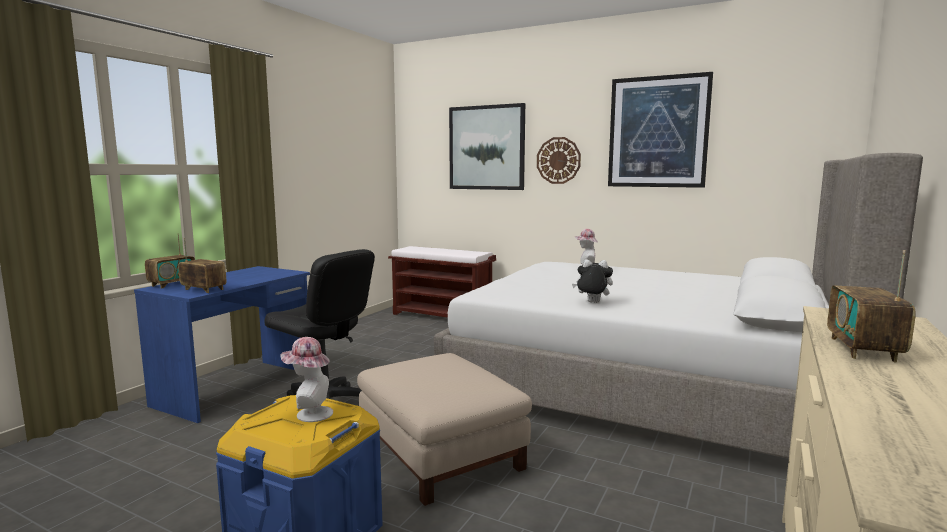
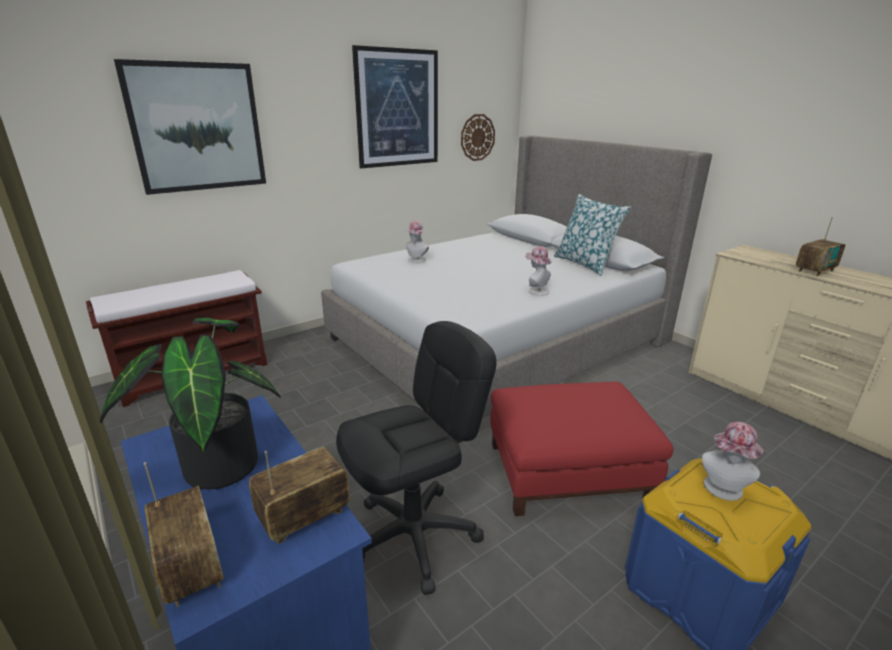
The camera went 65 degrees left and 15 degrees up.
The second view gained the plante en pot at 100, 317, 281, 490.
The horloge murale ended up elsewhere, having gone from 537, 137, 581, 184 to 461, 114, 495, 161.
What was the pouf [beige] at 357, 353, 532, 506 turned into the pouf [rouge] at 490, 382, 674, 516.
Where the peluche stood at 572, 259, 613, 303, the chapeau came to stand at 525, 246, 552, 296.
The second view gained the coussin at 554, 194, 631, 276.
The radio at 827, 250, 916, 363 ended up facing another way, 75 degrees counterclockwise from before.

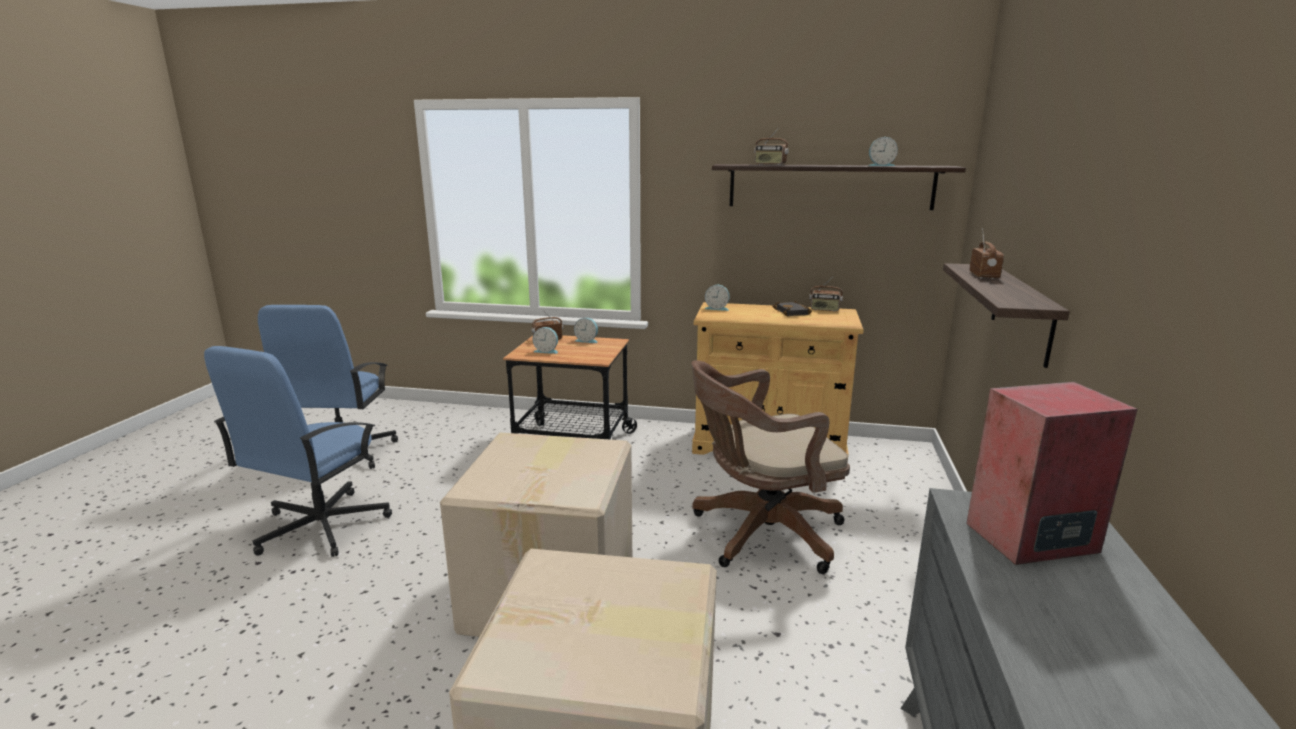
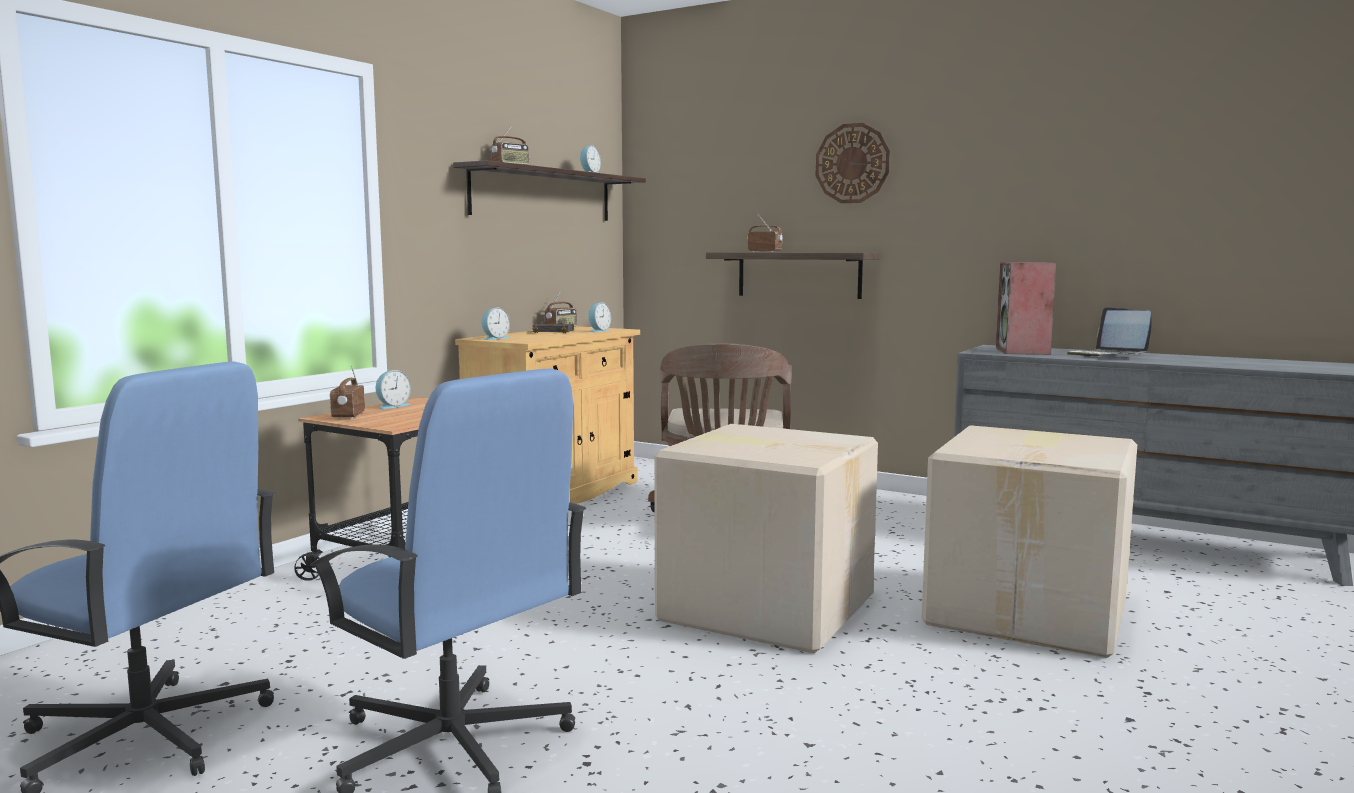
The camera went 70 degrees left and 10 degrees down.
The réveil ended up elsewhere, having gone from 533, 327, 558, 354 to 588, 302, 611, 332.
The second view gained the horloge murale at 815, 123, 890, 203.
The second view gained the ordinateur portable at 1067, 307, 1152, 357.

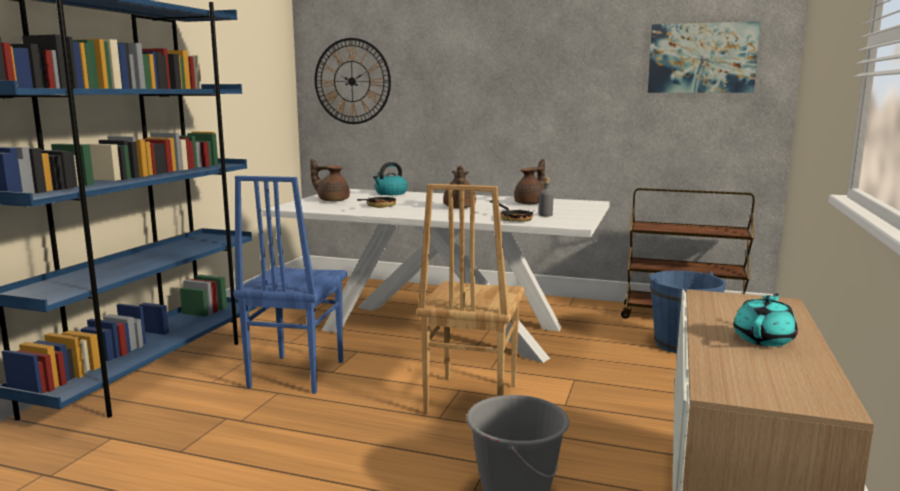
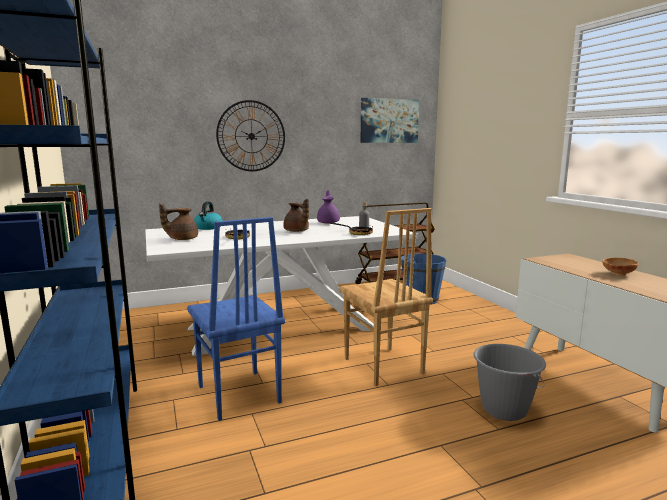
The camera went 40 degrees left and 0 degrees up.
The horloge murale ended up elsewhere, having gone from 315, 38, 391, 124 to 216, 100, 285, 171.
What was the théière [marron] at 514, 159, 545, 204 turned into the théière [violet] at 317, 190, 340, 223.
Where the théière [turquoise] stood at 733, 293, 798, 346, the bol [marron] came to stand at 602, 258, 638, 276.

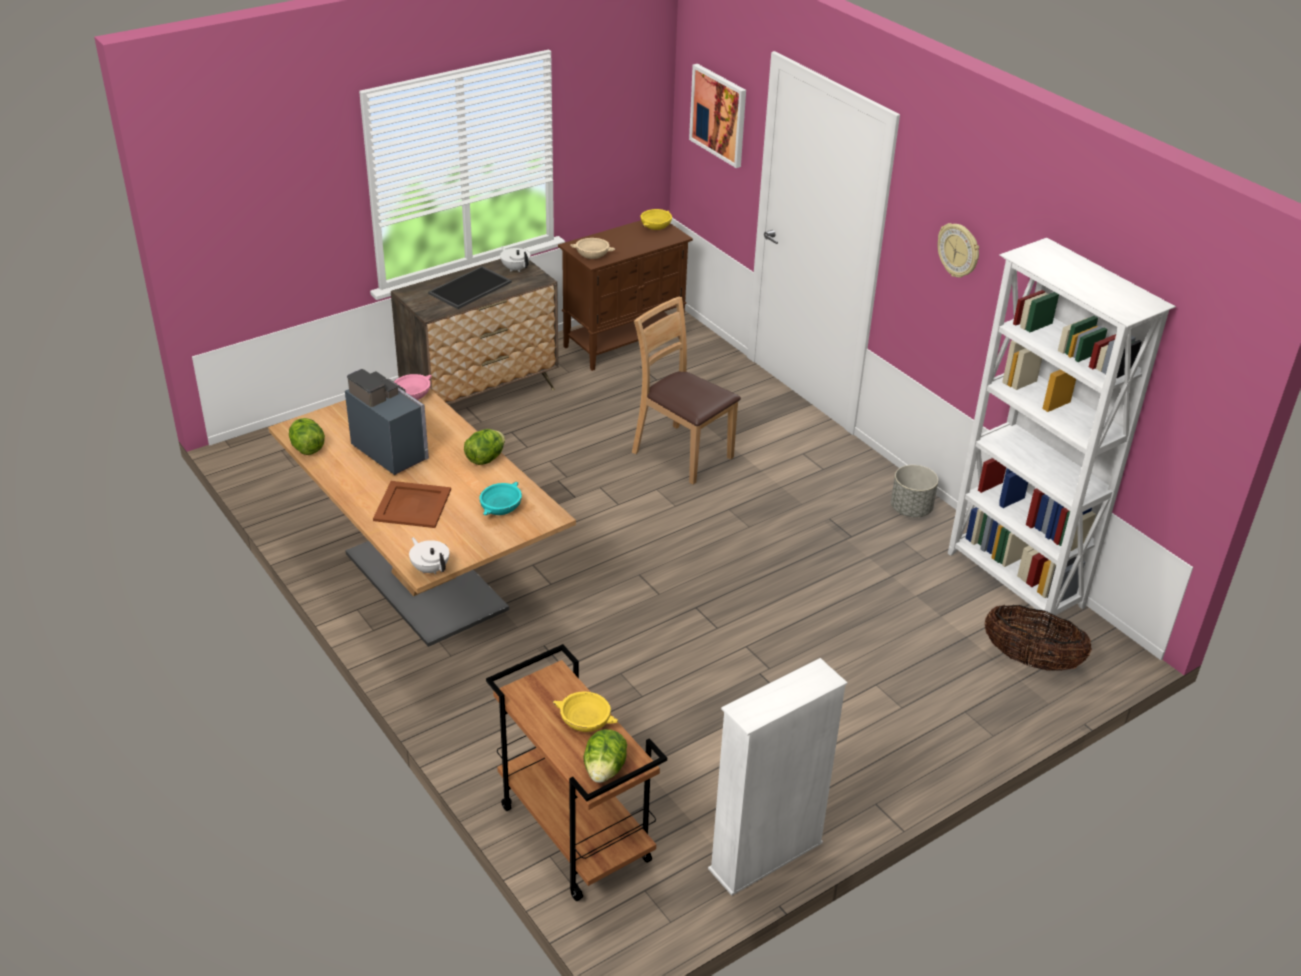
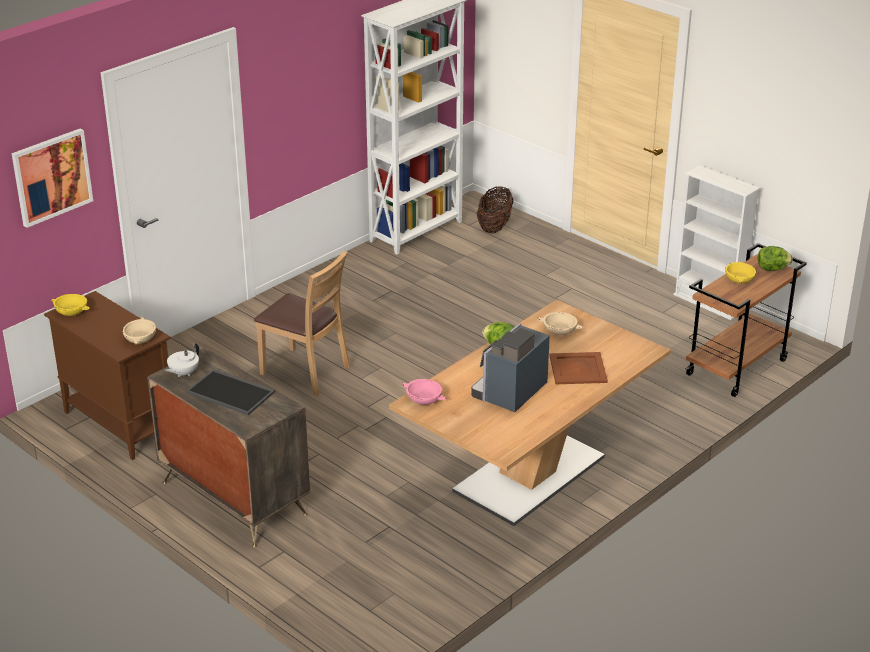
The camera went 100 degrees left and 5 degrees down.
The chaise [marron] at 632, 297, 741, 485 ended up facing another way, 90 degrees counterclockwise from before.
What was the bol [turquoise] at 480, 482, 522, 515 turned into the bol [beige] at 537, 312, 583, 335.
The second view lost the laitue at 289, 418, 325, 455.
The second view lost the théière [blanc] at 409, 537, 449, 574.
The second view lost the cache-pot [gris] at 891, 465, 938, 517.
The second view lost the horloge murale at 937, 223, 979, 278.

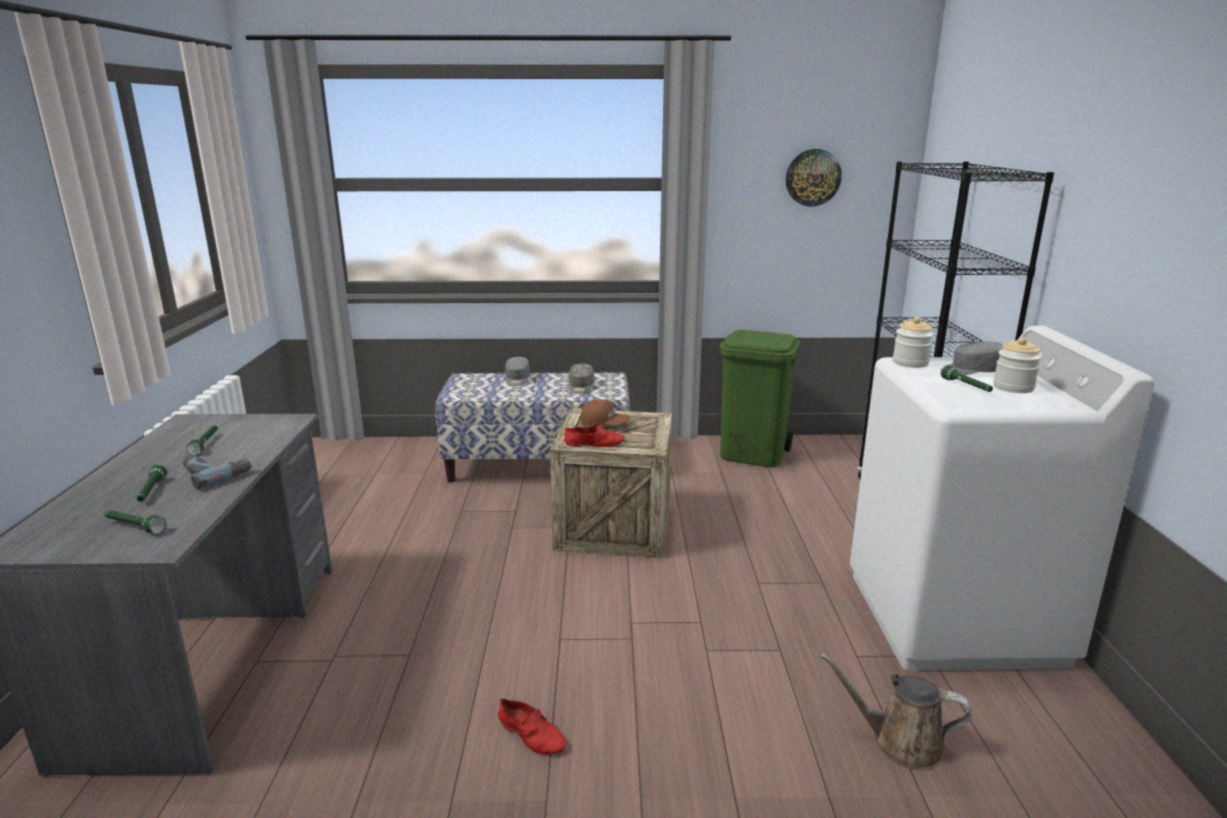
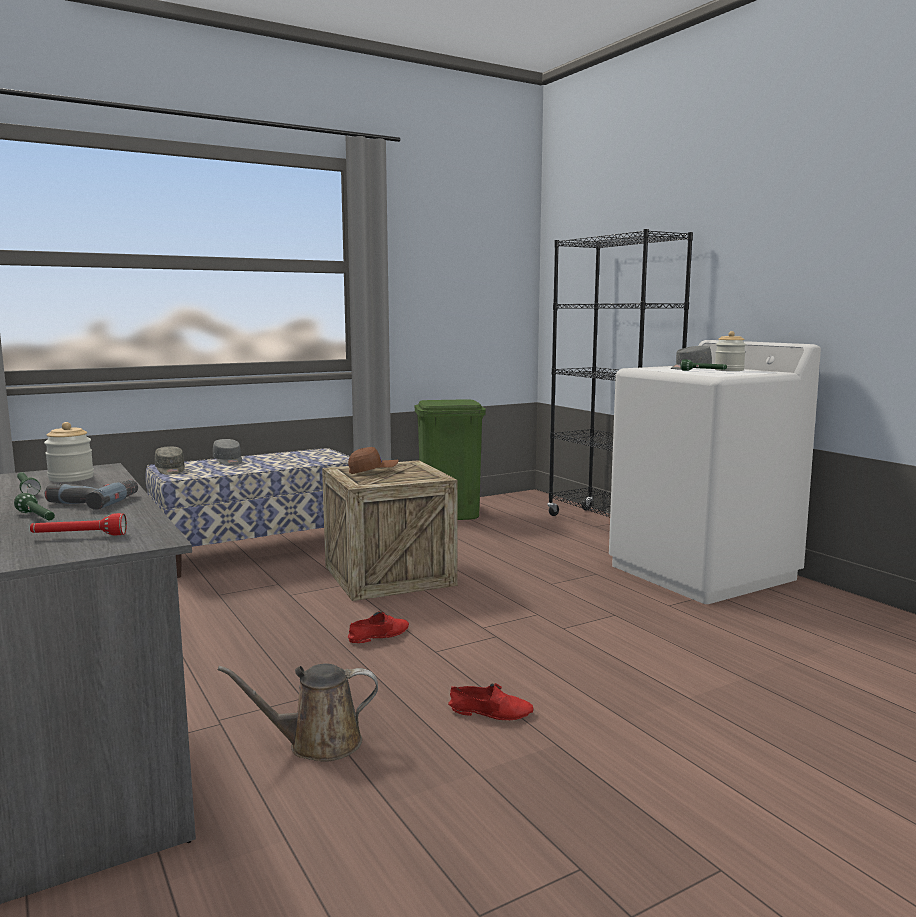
The camera went 30 degrees left and 10 degrees down.
What was the lampe de poche [vert] at 104, 510, 166, 534 turned into the lampe de poche [rouge] at 30, 513, 127, 535.
The bocal ended up elsewhere, having gone from 893, 317, 934, 368 to 44, 422, 94, 482.
The casquette [gris] ended up elsewhere, having gone from 569, 364, 594, 393 to 155, 446, 185, 474.
The arrosoir [marron] ended up elsewhere, having gone from 820, 653, 971, 770 to 218, 664, 378, 762.
The chaussure [rouge] ended up elsewhere, having gone from 563, 423, 625, 447 to 348, 611, 409, 643.
The second view lost the horloge murale at 786, 149, 842, 206.

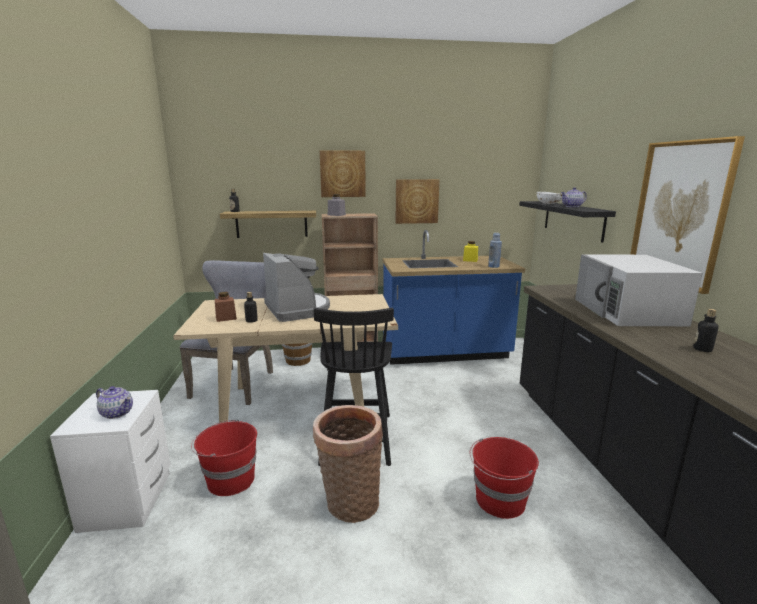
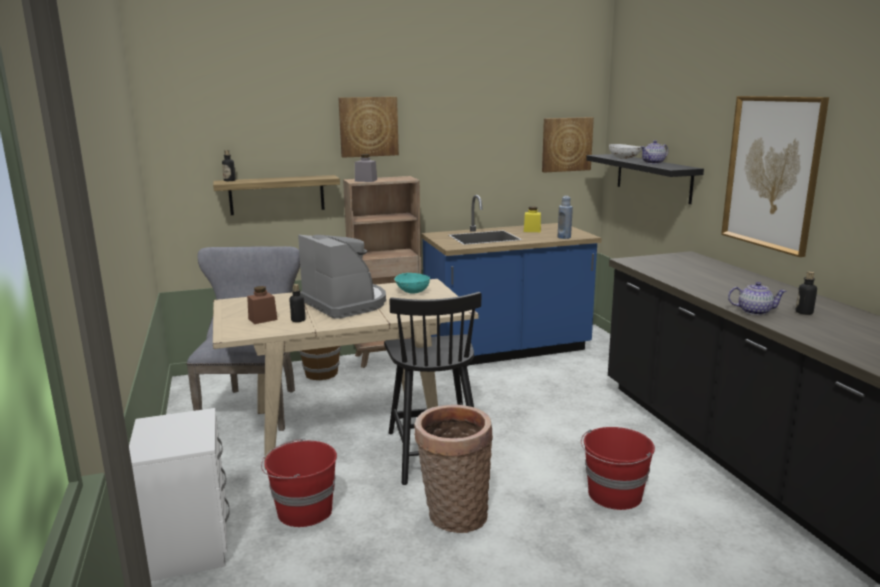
The camera went 10 degrees left and 0 degrees up.
The second view gained the bol [turquoise] at 394, 273, 430, 294.
The tableau ended up elsewhere, having gone from 395, 179, 440, 224 to 542, 117, 594, 173.
The théière ended up elsewhere, having gone from 96, 386, 133, 419 to 728, 282, 787, 315.
The second view lost the micro-ondes [blanc] at 575, 254, 703, 326.

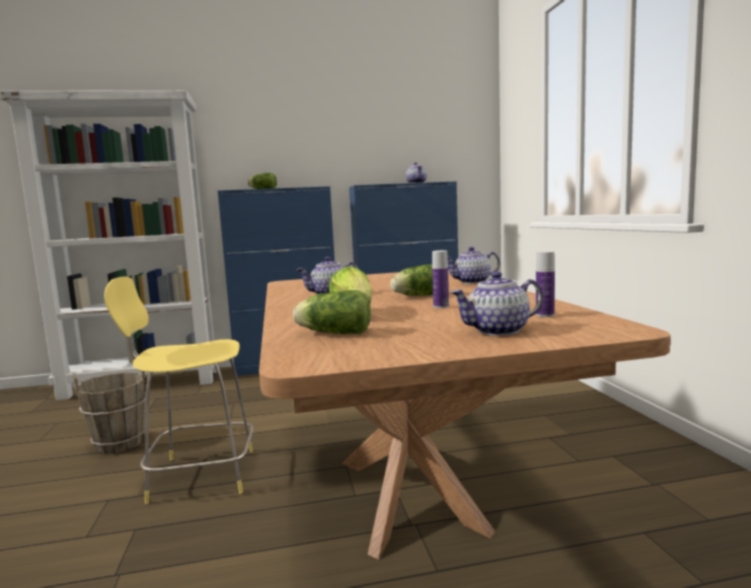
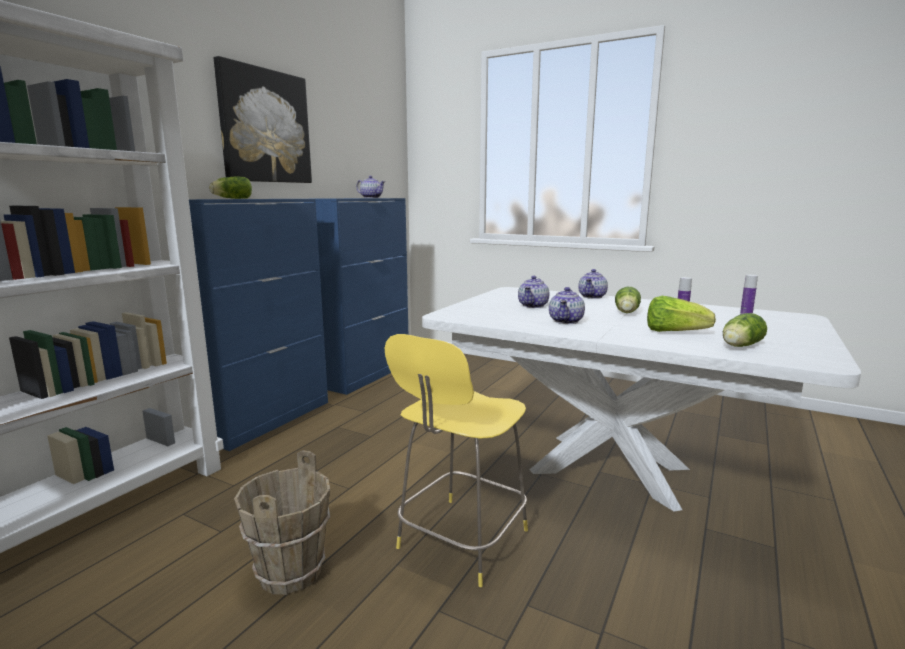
The camera went 50 degrees left and 5 degrees up.
The second view gained the tableau at 214, 56, 312, 183.
What was the table à manger [marron] at 259, 269, 671, 560 turned into the table à manger [blanc] at 422, 287, 861, 511.
The théière ended up elsewhere, having gone from 450, 272, 543, 336 to 518, 276, 549, 308.

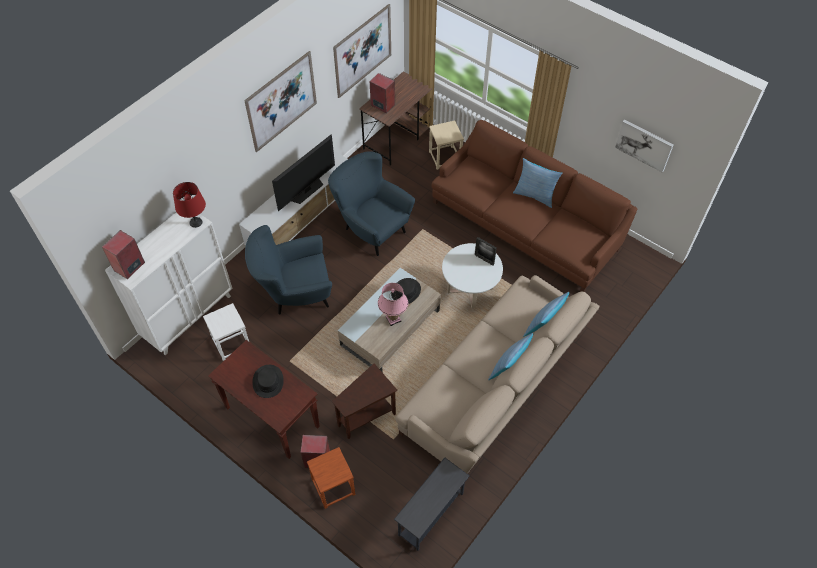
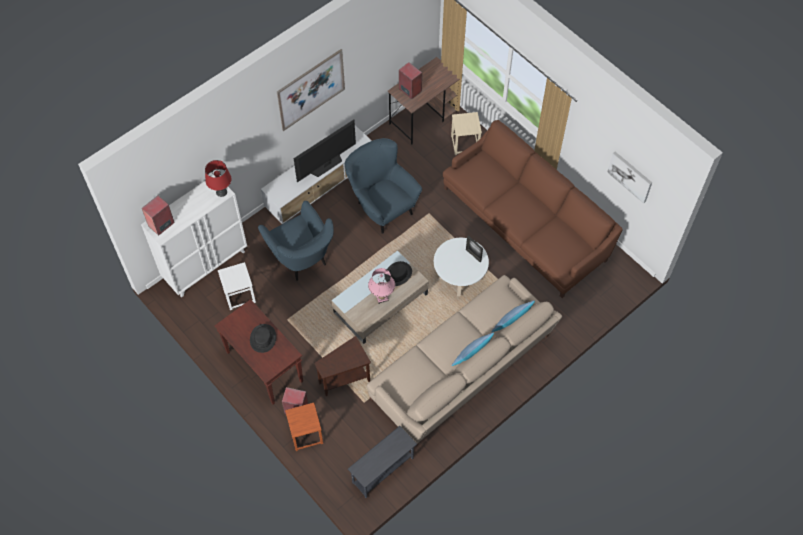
The camera went 10 degrees right and 5 degrees up.
The fauteuil [bleu] at 245, 225, 332, 315 ended up facing another way, 120 degrees counterclockwise from before.
The second view lost the tableau at 333, 4, 391, 98.
The second view lost the coussin at 513, 158, 563, 208.

